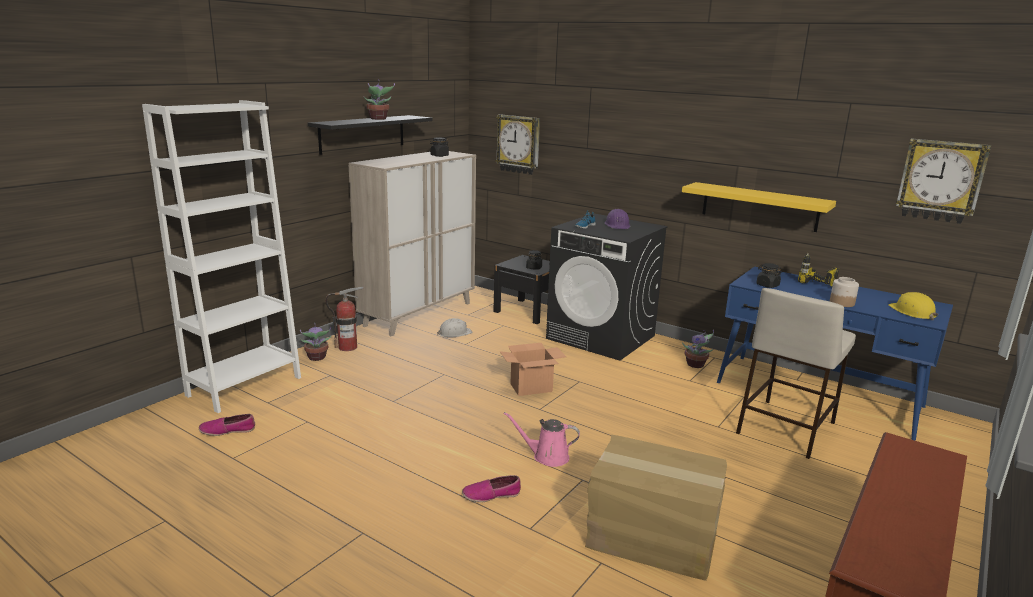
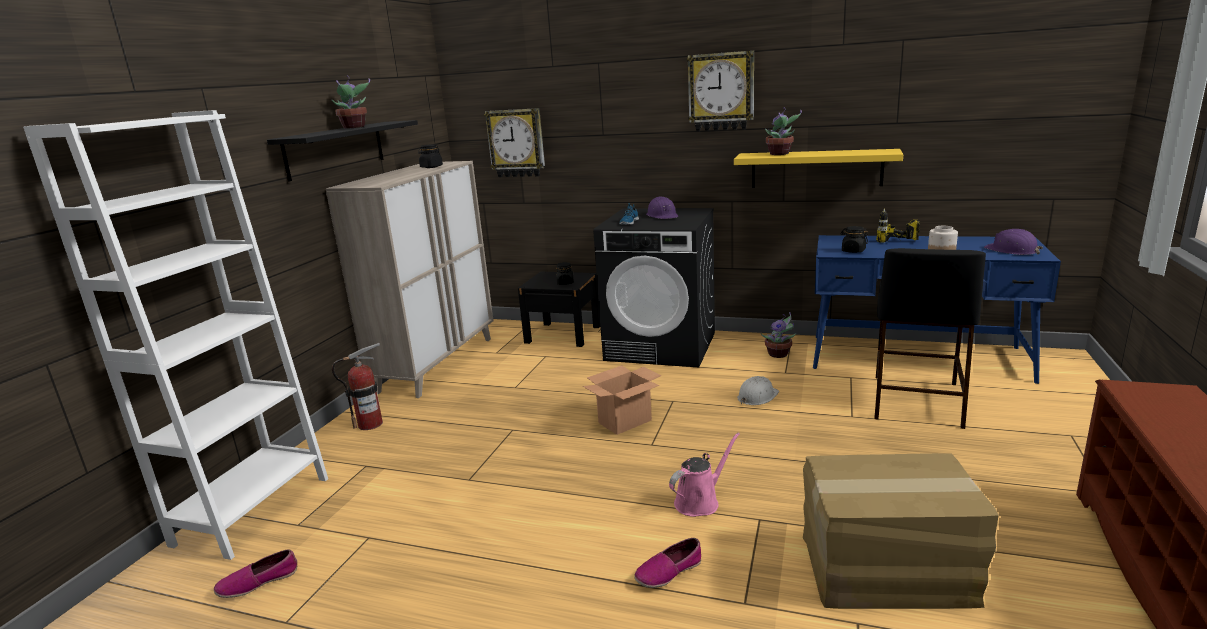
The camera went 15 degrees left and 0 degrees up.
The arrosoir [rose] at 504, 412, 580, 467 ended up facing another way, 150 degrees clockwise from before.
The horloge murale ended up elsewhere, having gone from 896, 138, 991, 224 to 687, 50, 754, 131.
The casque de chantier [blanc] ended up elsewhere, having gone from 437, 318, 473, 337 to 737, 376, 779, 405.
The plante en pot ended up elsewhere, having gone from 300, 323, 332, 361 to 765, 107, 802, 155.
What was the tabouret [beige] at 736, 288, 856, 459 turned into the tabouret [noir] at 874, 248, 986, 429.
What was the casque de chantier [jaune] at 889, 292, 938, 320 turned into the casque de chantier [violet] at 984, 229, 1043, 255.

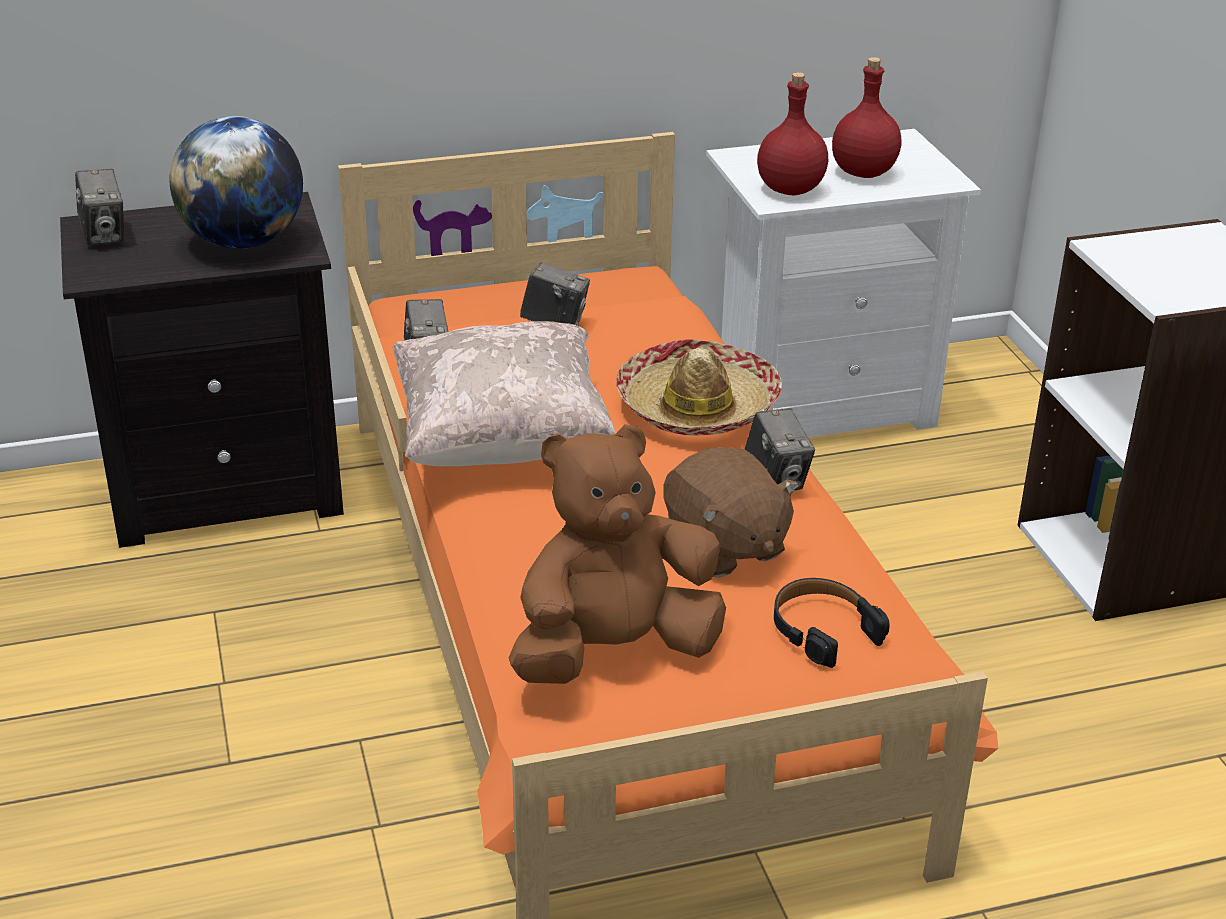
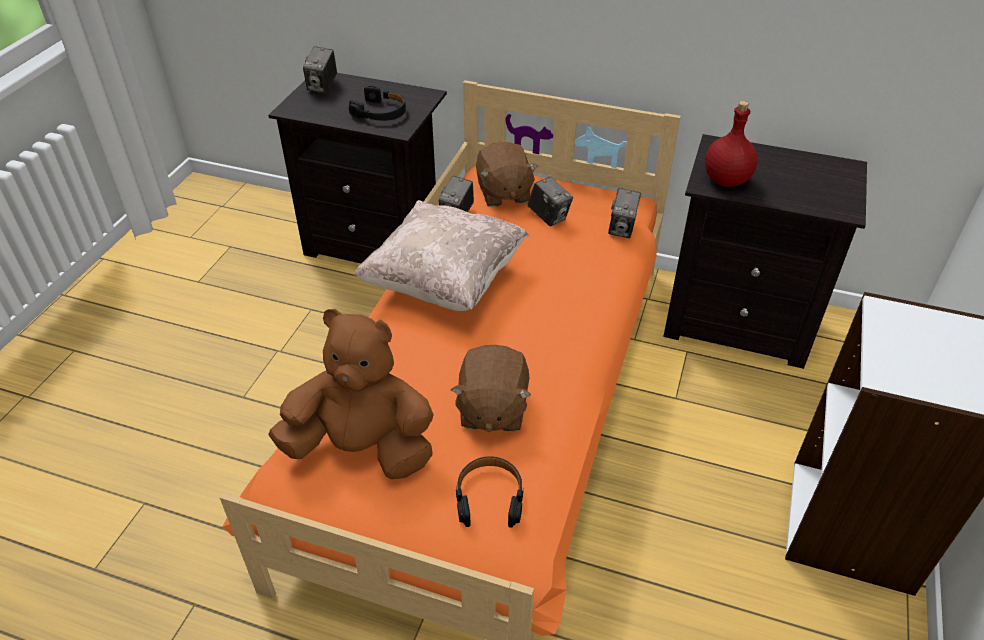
The camera went 35 degrees right and 10 degrees up.
Where the globe stood at 170, 116, 303, 249, the casque audio [noir] came to stand at 349, 86, 406, 121.
The second view gained the peluche [marron] at 476, 142, 538, 207.
The appareil photo ended up elsewhere, having gone from 745, 408, 815, 491 to 608, 188, 641, 238.
What was the table de chevet [blanc] at 706, 129, 981, 437 turned into the table de chevet [noir] at 663, 134, 867, 369.
The second view lost the chapeau at 616, 339, 782, 435.
The second view lost the bouteille [rouge] at 832, 57, 901, 178.

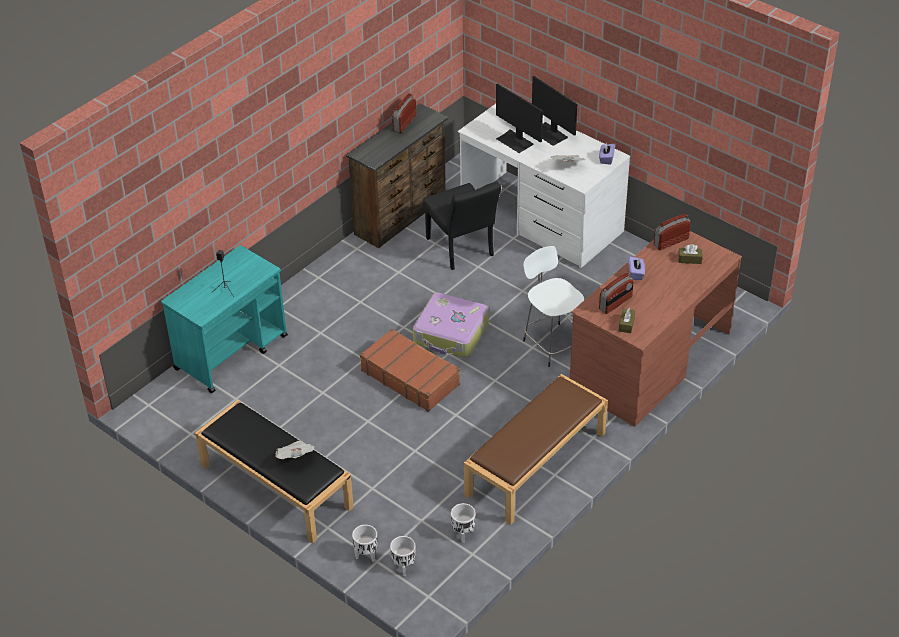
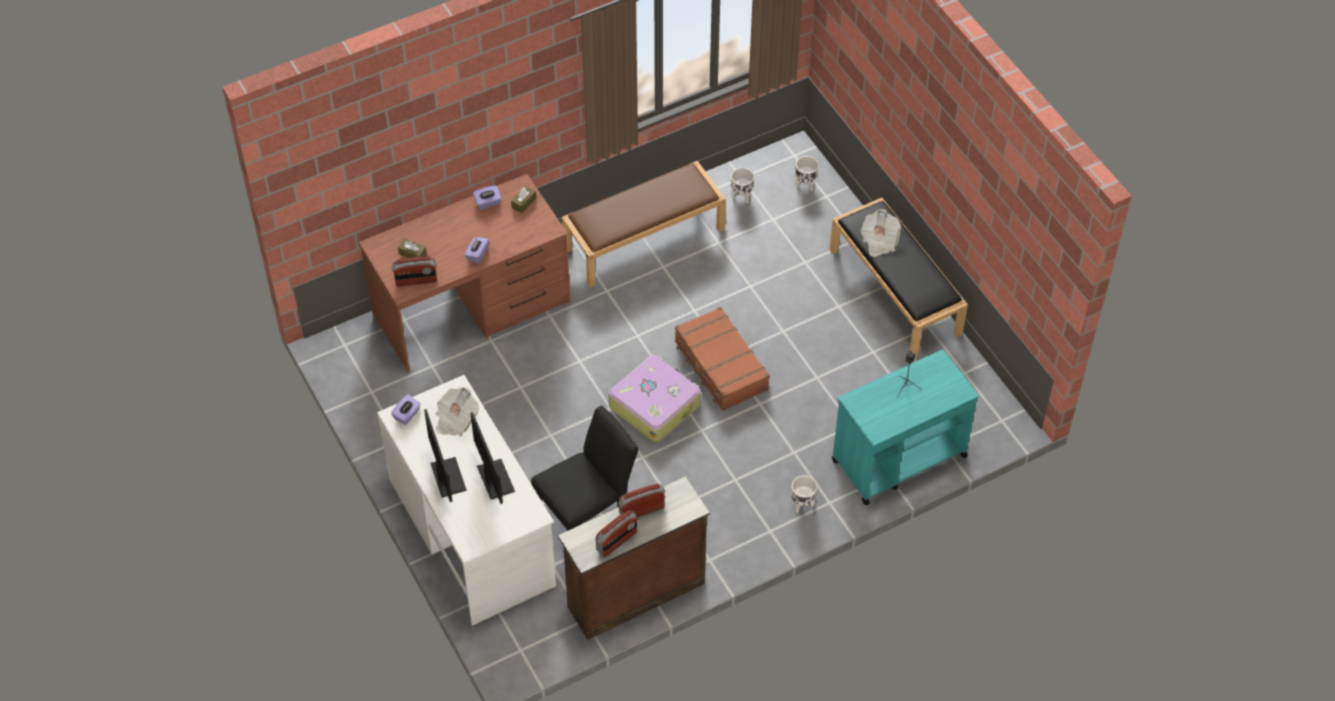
The camera went 160 degrees left and 10 degrees up.
The second view gained the boîte à mouchoirs [violet] at 473, 186, 502, 210.
The chaise [noir] at 423, 182, 501, 270 ended up facing another way, 60 degrees clockwise from before.
The radio ended up elsewhere, having gone from 599, 272, 634, 314 to 618, 484, 665, 517.
The cache-pot [blanc] ended up elsewhere, having gone from 352, 525, 377, 562 to 792, 475, 817, 513.
The second view lost the tabouret [blanc] at 523, 246, 584, 367.

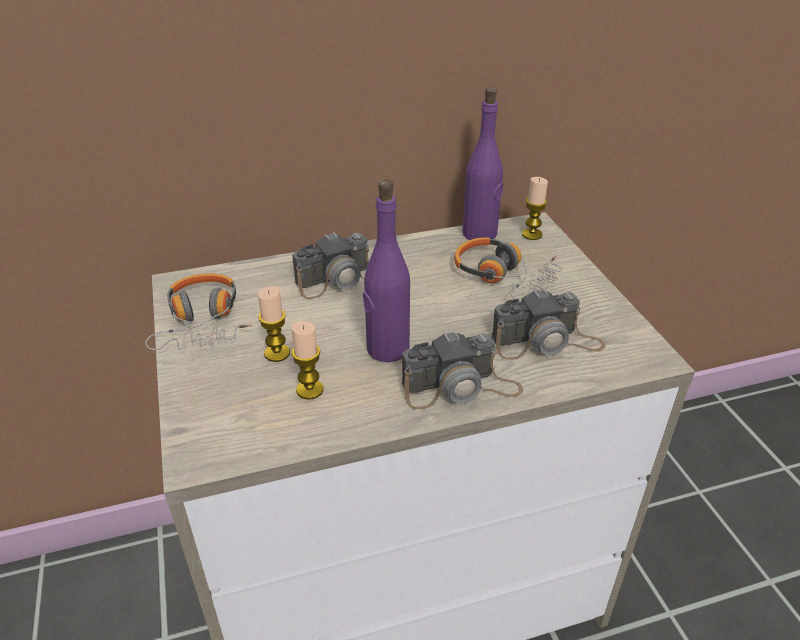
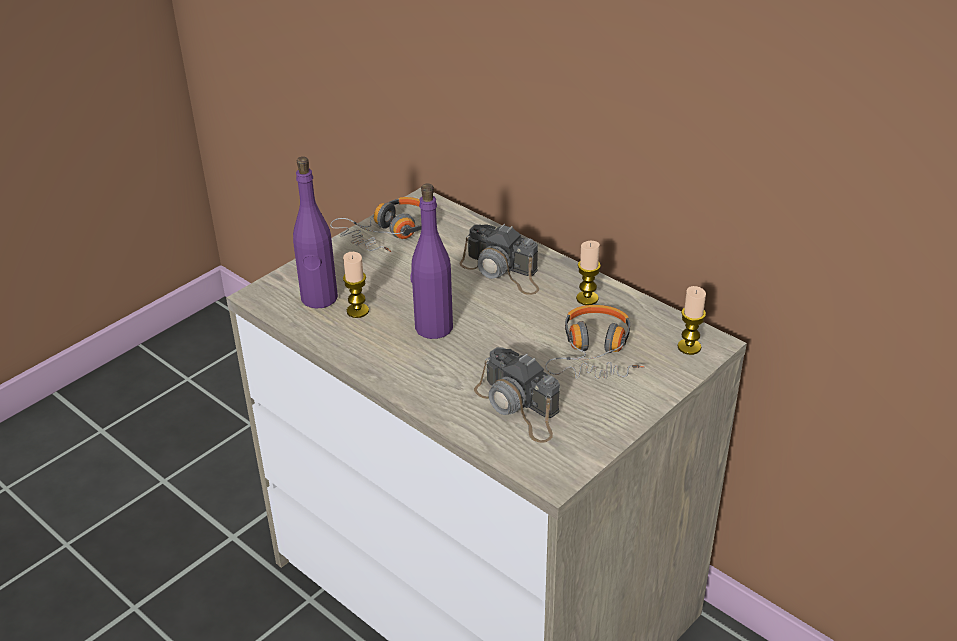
The camera went 60 degrees right and 0 degrees up.
The bouteille [violet] ended up elsewhere, having gone from 463, 87, 503, 240 to 293, 157, 338, 308.
The bougie ended up elsewhere, having gone from 258, 286, 290, 362 to 576, 241, 601, 305.
The second view lost the appareil photo at 402, 330, 524, 409.

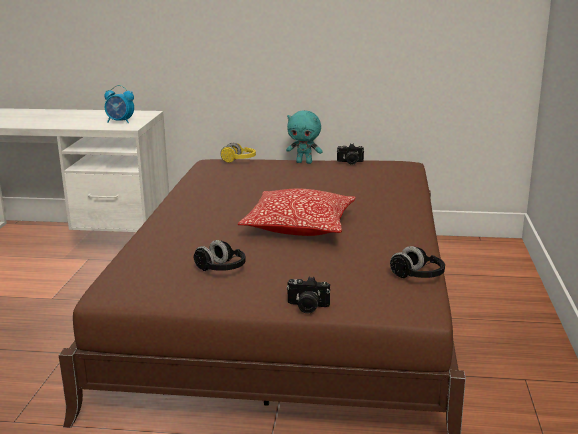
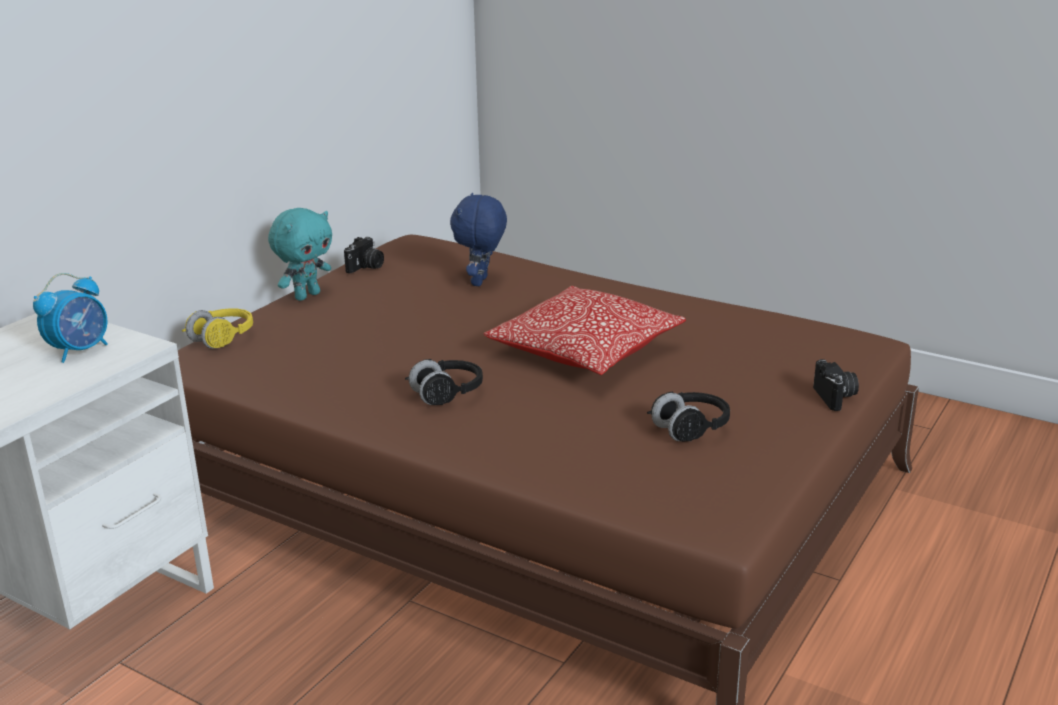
The camera went 65 degrees left and 5 degrees up.
The casque audio [noir] ended up elsewhere, having gone from 390, 246, 445, 278 to 405, 359, 483, 405.
The second view gained the peluche [bleu] at 450, 193, 507, 286.
The appareil photo at 286, 276, 330, 314 ended up facing another way, 45 degrees counterclockwise from before.

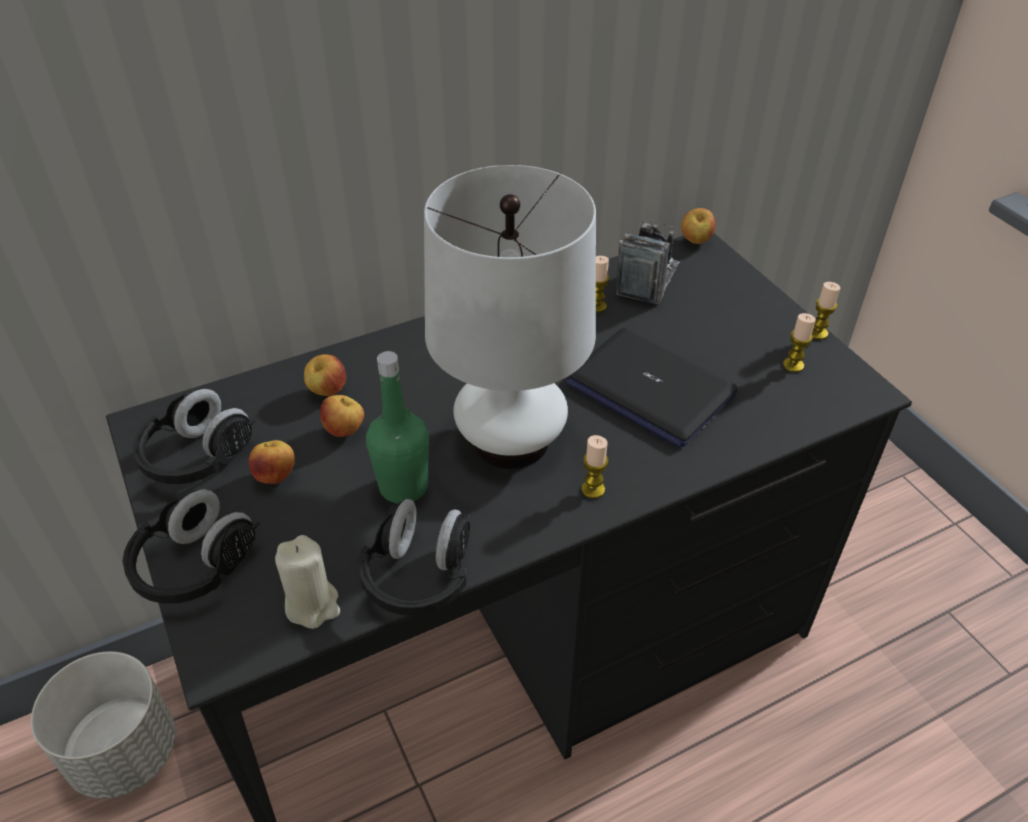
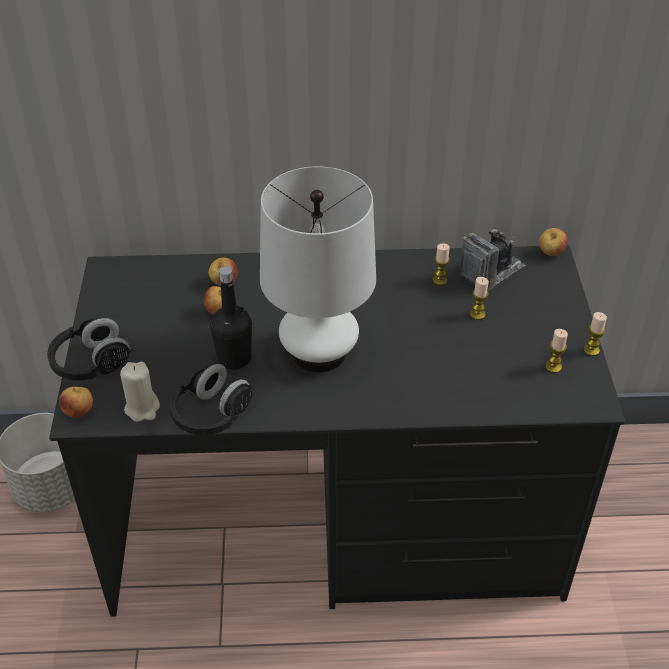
The camera went 25 degrees right and 0 degrees up.
The pomme ended up elsewhere, having gone from 249, 440, 295, 484 to 59, 387, 93, 418.
What was the bouteille [vert] at 366, 351, 429, 504 turned into the bouteille [noir] at 210, 266, 252, 370.
The bougie ended up elsewhere, having gone from 581, 435, 608, 499 to 470, 277, 489, 320.
The second view lost the casque audio [noir] at 133, 389, 256, 484.
The second view lost the ordinateur portable at 566, 328, 738, 447.

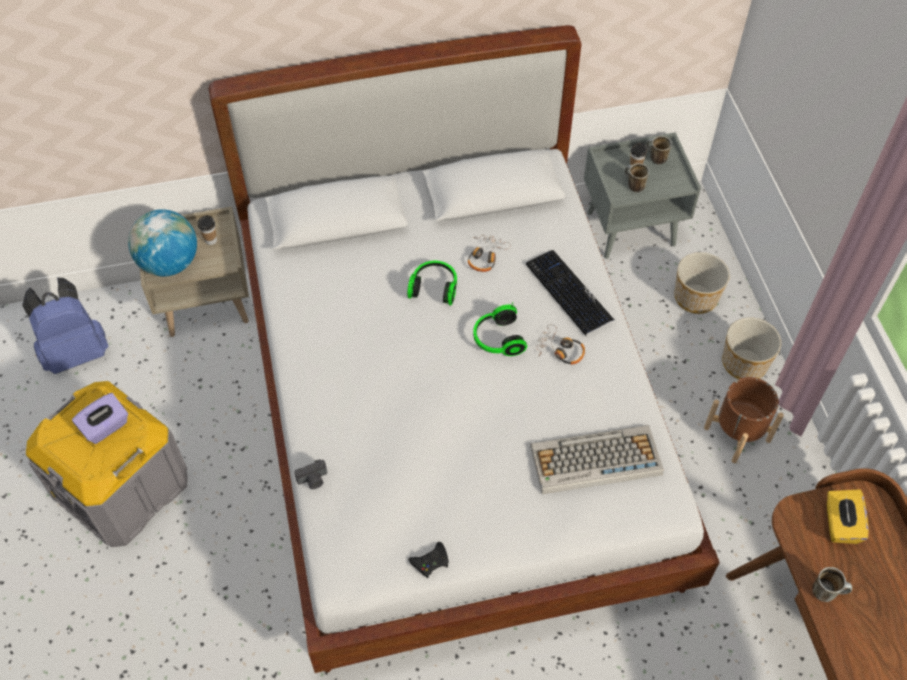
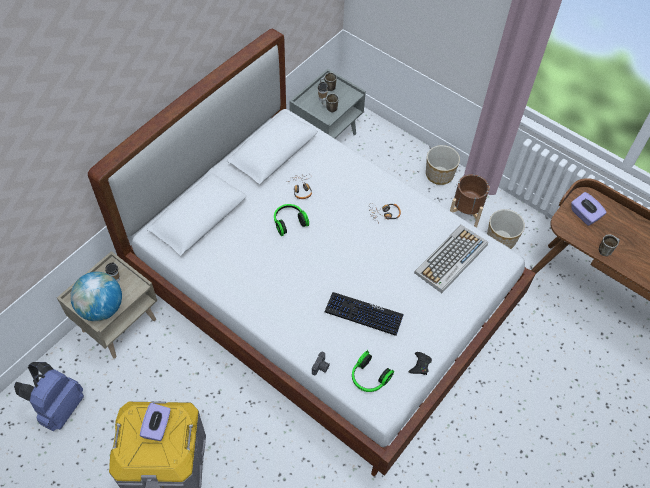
The camera went 40 degrees left and 0 degrees up.
The clavier ended up elsewhere, having gone from 526, 250, 614, 336 to 325, 292, 404, 336.
The casque audio ended up elsewhere, having gone from 473, 302, 527, 356 to 352, 349, 394, 392.
The cache-pot ended up elsewhere, having gone from 675, 252, 730, 314 to 487, 209, 525, 249.
What was the boîte à mouchoirs [jaune] at 827, 490, 869, 544 turned into the boîte à mouchoirs [violet] at 571, 192, 606, 226.

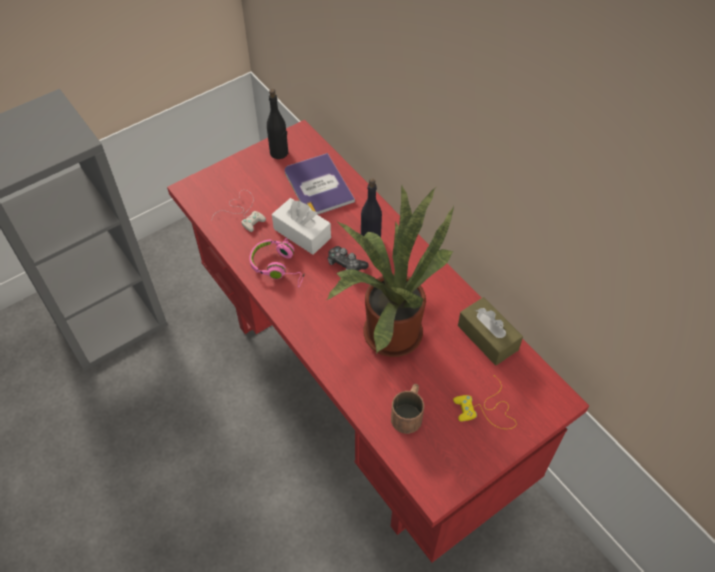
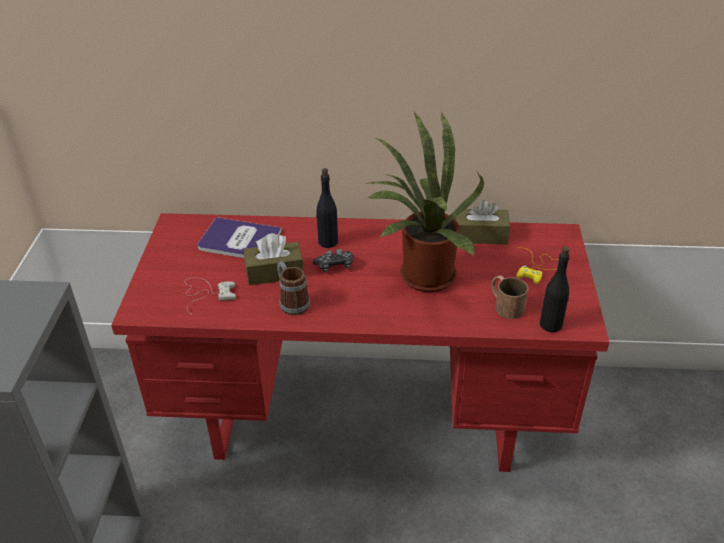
The camera went 50 degrees left and 15 degrees down.
What was the boîte à mouchoirs [blanc] at 272, 198, 331, 255 turned into the boîte à mouchoirs [marron] at 244, 233, 304, 285.
Where the casque audio [rose] stood at 249, 238, 305, 288, the mug came to stand at 277, 261, 310, 315.
The bouteille [noir] ended up elsewhere, having gone from 267, 89, 288, 159 to 540, 246, 570, 332.

